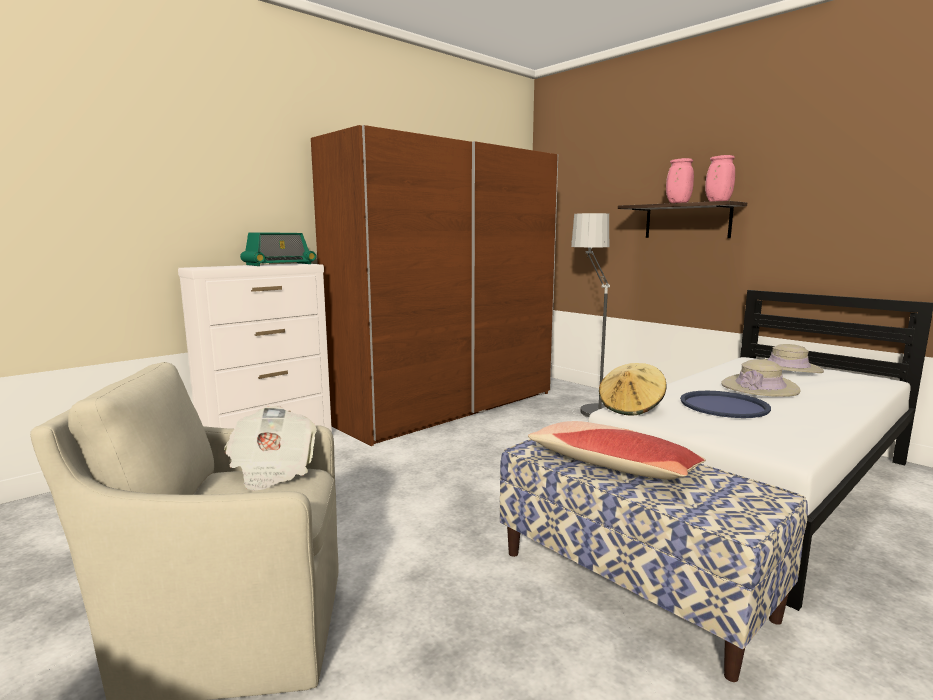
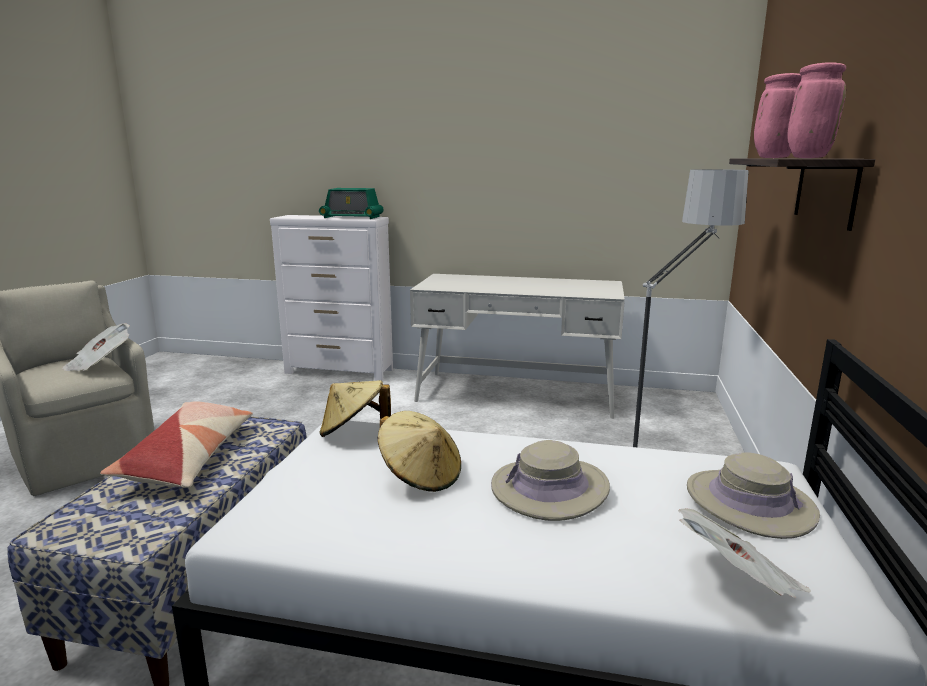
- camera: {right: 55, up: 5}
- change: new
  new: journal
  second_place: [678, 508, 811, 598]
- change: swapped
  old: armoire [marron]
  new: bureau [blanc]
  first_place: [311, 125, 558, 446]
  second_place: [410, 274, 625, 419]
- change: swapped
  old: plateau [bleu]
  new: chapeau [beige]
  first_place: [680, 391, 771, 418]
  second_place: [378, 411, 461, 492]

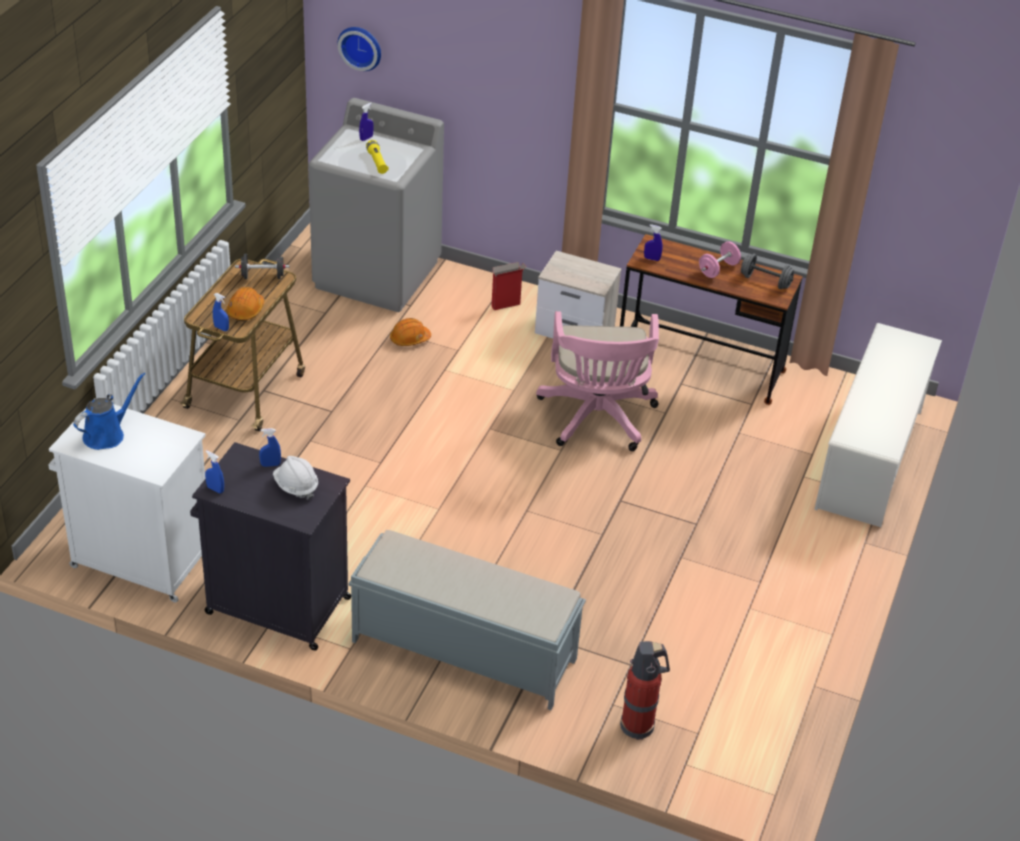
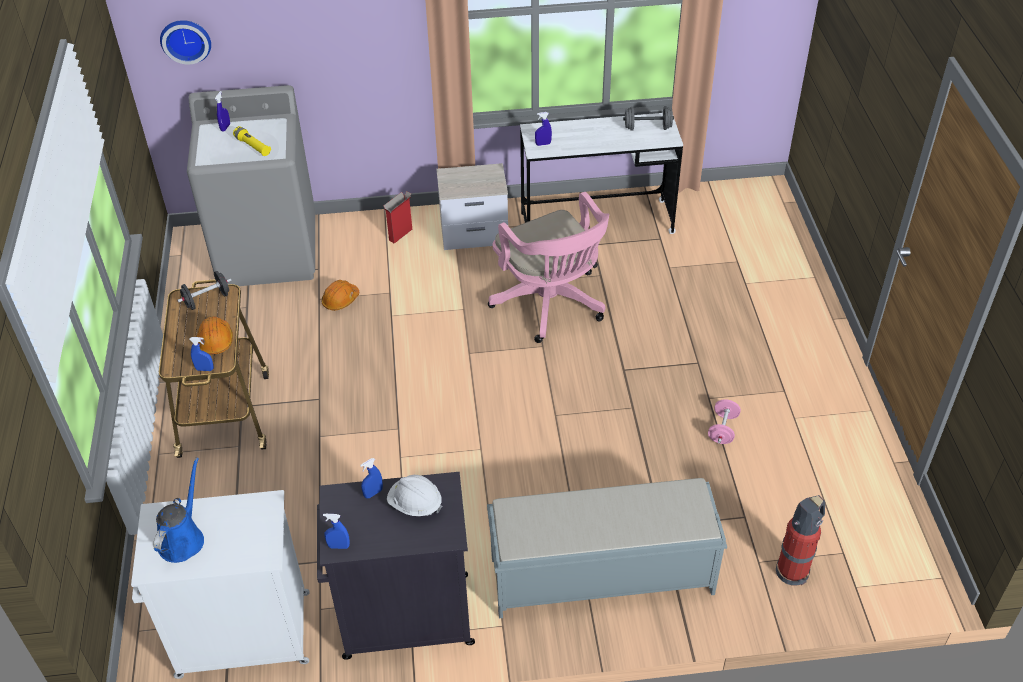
- camera: {right: -25, up: 5}
- change: gone
  old: étagère à chaussures [blanc]
  first_place: [814, 323, 942, 527]
- change: shifted
  old: haltère [rose]
  first_place: [699, 241, 741, 278]
  second_place: [708, 399, 741, 444]
- change: repainted
  old: bureau [marron]
  new: bureau [blanc]
  first_place: [620, 234, 803, 405]
  second_place: [520, 113, 683, 234]

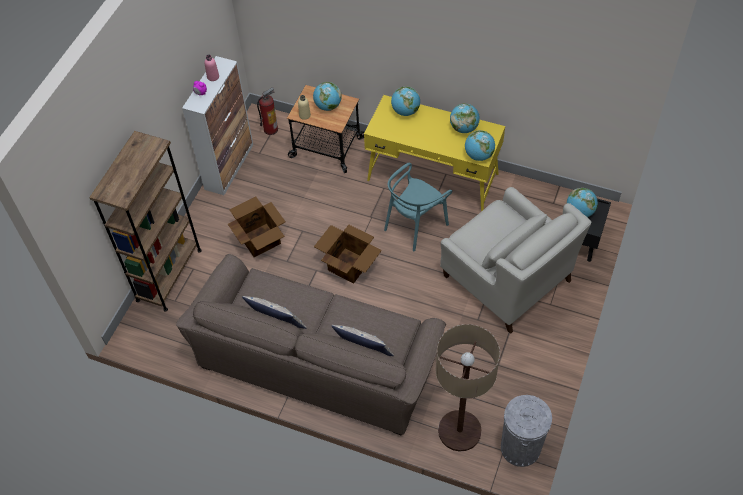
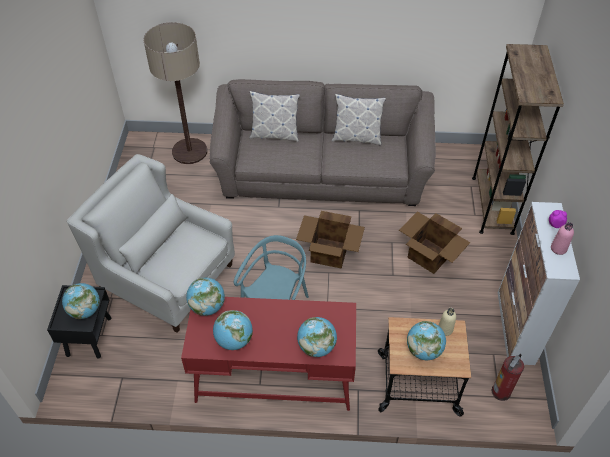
- camera: {right: 160, up: -5}
- change: gone
  old: poubelle [gris]
  first_place: [501, 395, 552, 467]
- change: repainted
  old: bureau [jaune]
  new: bureau [rouge]
  first_place: [364, 95, 505, 212]
  second_place: [181, 297, 356, 411]

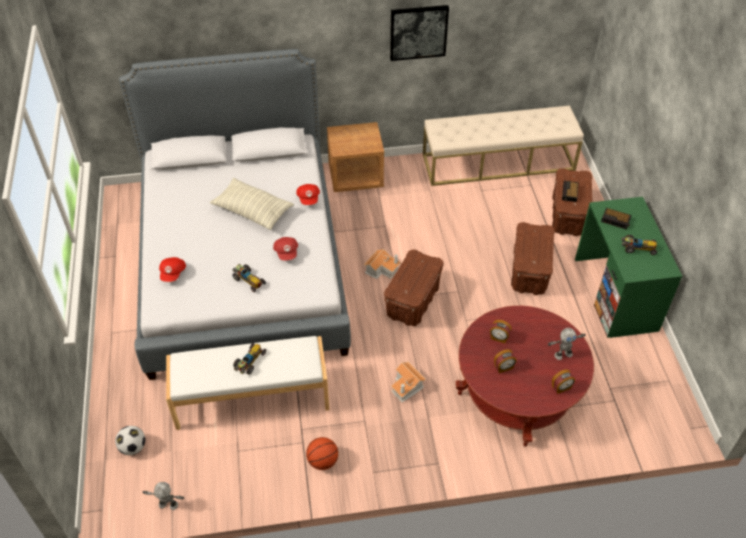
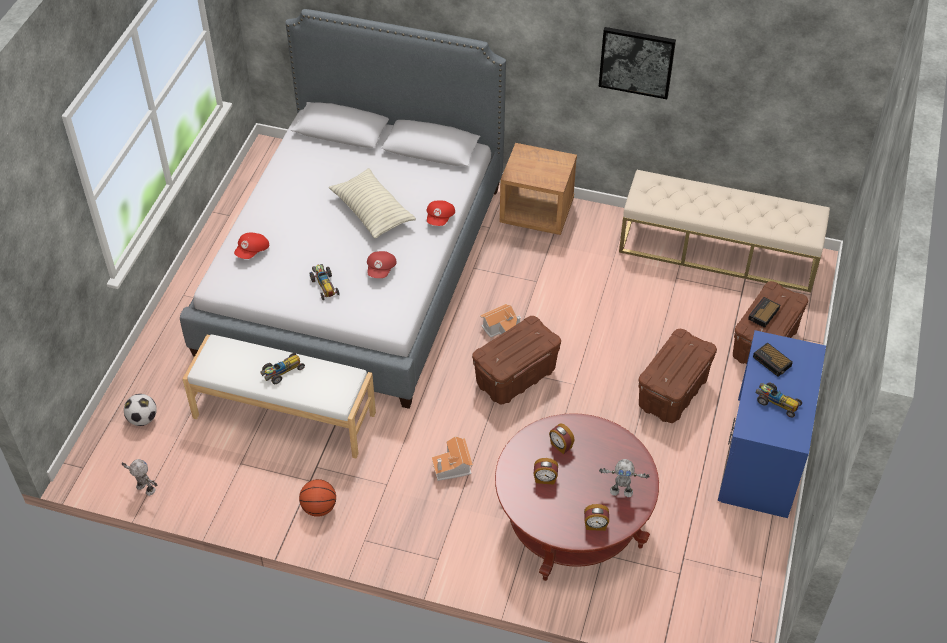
- camera: {right: 25, up: 0}
- change: repainted
  old: bureau [vert]
  new: bureau [bleu]
  first_place: [575, 197, 682, 338]
  second_place: [718, 330, 826, 518]

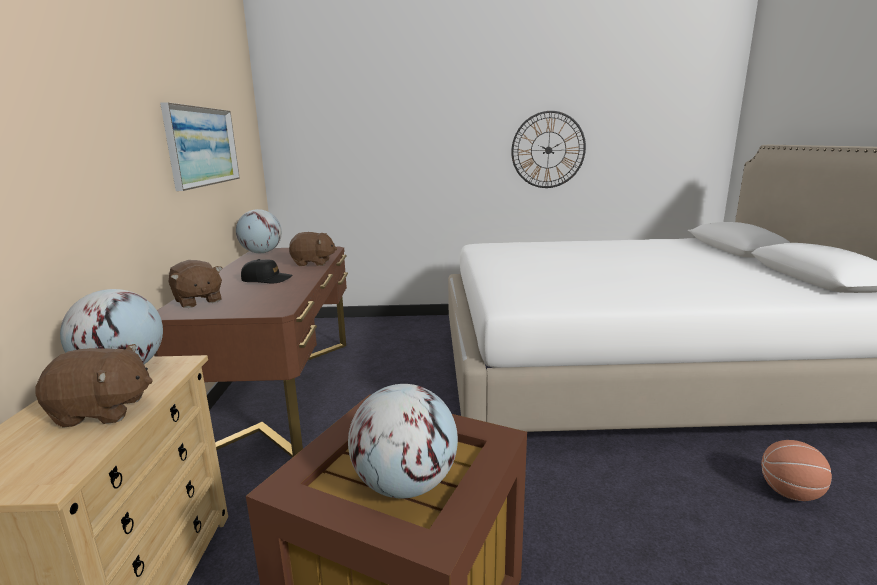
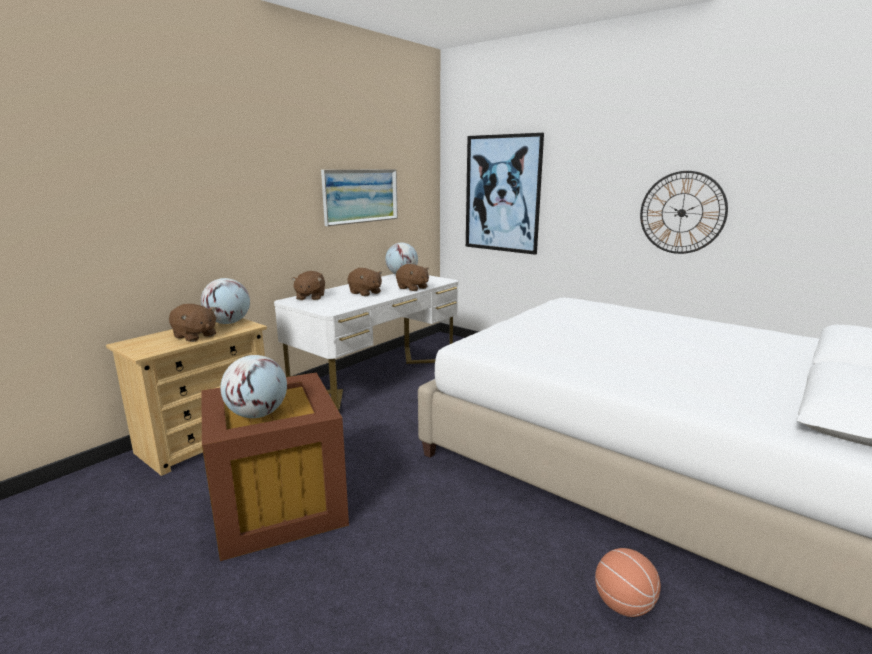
- camera: {right: 40, up: 0}
- change: new
  new: tableau
  second_place: [466, 133, 544, 255]
- change: swapped
  old: casquette [noir]
  new: peluche [marron]
  first_place: [241, 259, 293, 283]
  second_place: [348, 268, 382, 296]
- change: repainted
  old: bureau [marron]
  new: bureau [blanc]
  first_place: [154, 247, 348, 458]
  second_place: [274, 274, 458, 411]

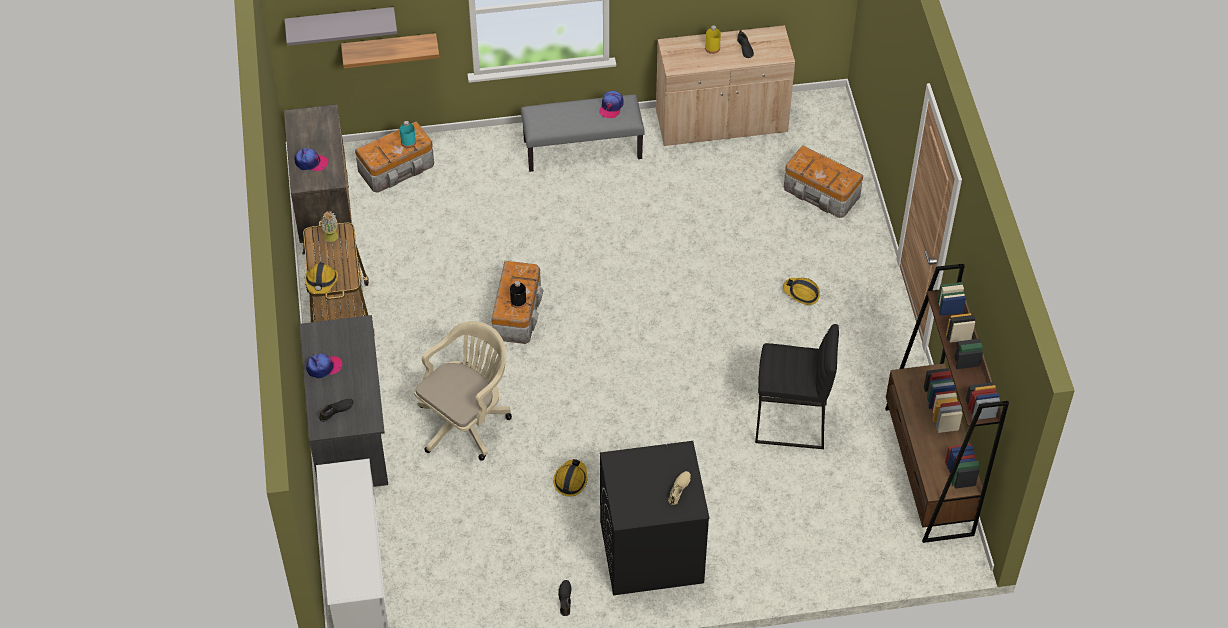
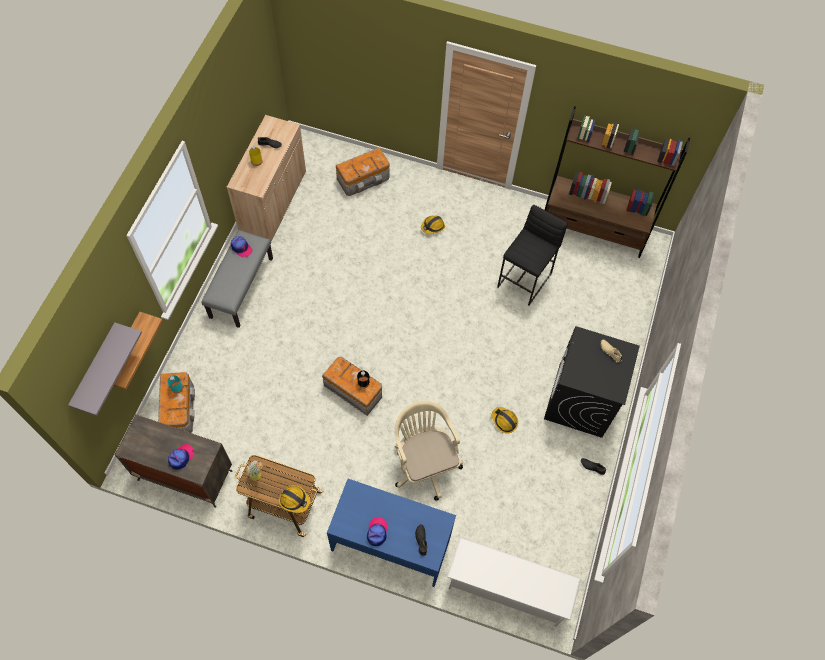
- camera: {right: -65, up: 10}
- change: repainted
  old: bureau [gris]
  new: bureau [bleu]
  first_place: [300, 315, 388, 487]
  second_place: [327, 479, 456, 587]

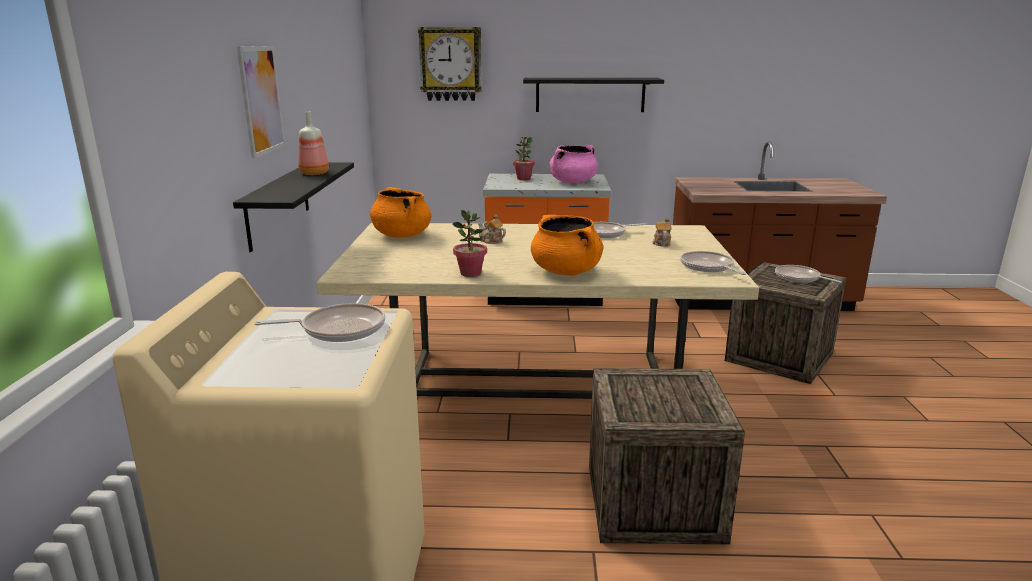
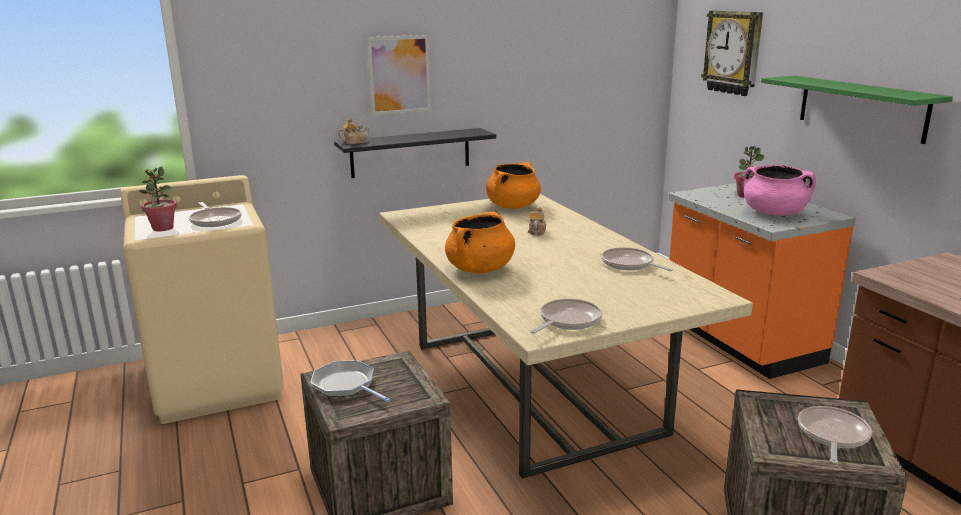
- camera: {right: 65, up: 0}
- change: gone
  old: bouteille
  first_place: [298, 112, 329, 175]
- change: new
  new: poêle
  second_place: [310, 360, 391, 402]
- change: shifted
  old: plante en pot
  first_place: [452, 210, 487, 277]
  second_place: [139, 167, 177, 231]
- change: shifted
  old: théière
  first_place: [652, 217, 671, 247]
  second_place: [338, 118, 370, 144]
- change: repainted
  old: étagère [noir]
  new: étagère [vert]
  first_place: [523, 78, 664, 112]
  second_place: [761, 76, 953, 144]

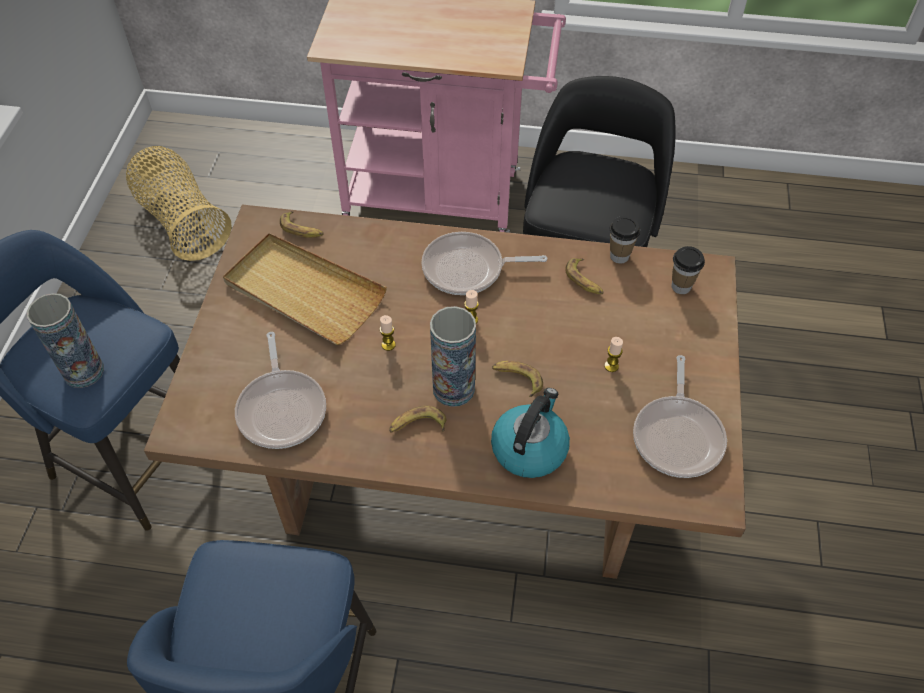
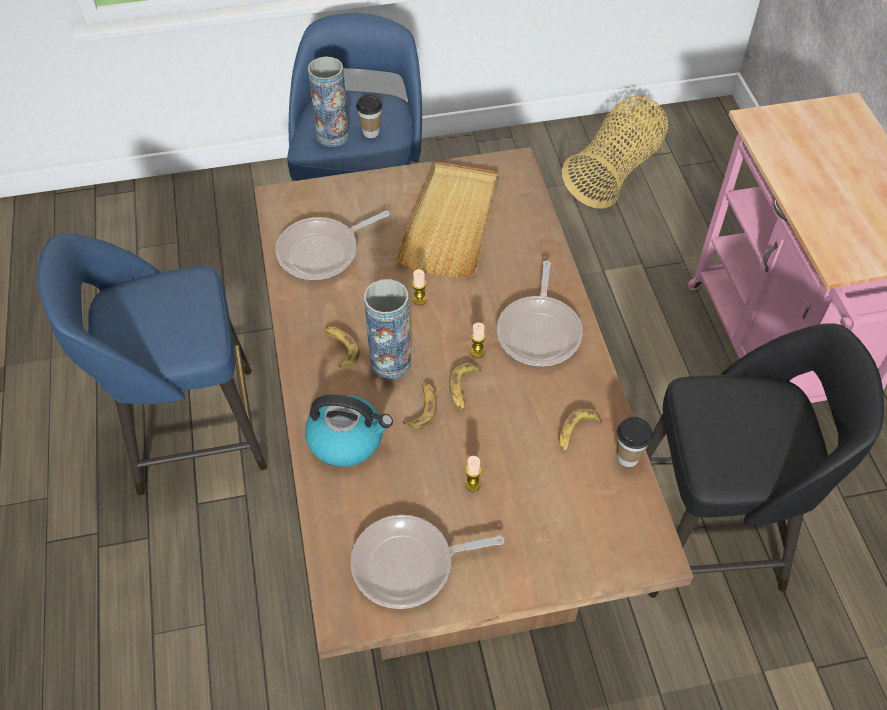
- camera: {right: 70, up: 0}
- change: shifted
  old: banane
  first_place: [280, 211, 324, 238]
  second_place: [449, 363, 482, 411]
- change: shifted
  old: tasse
  first_place: [672, 246, 705, 294]
  second_place: [356, 95, 382, 138]
- change: rotated
  old: poêle
  first_place: [421, 232, 547, 295]
  second_place: [497, 261, 583, 366]
  degrees: -150

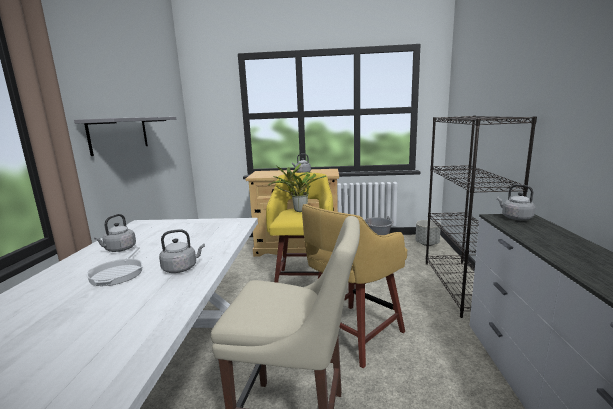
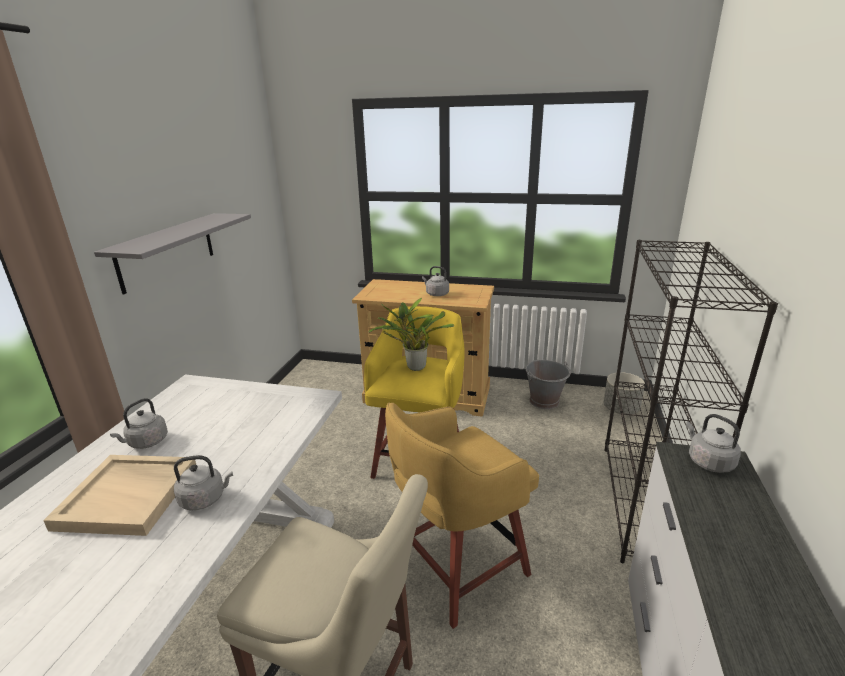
- camera: {right: 10, up: 10}
- change: swapped
  old: poêle
  new: plateau [beige]
  first_place: [87, 247, 143, 286]
  second_place: [43, 455, 196, 536]

